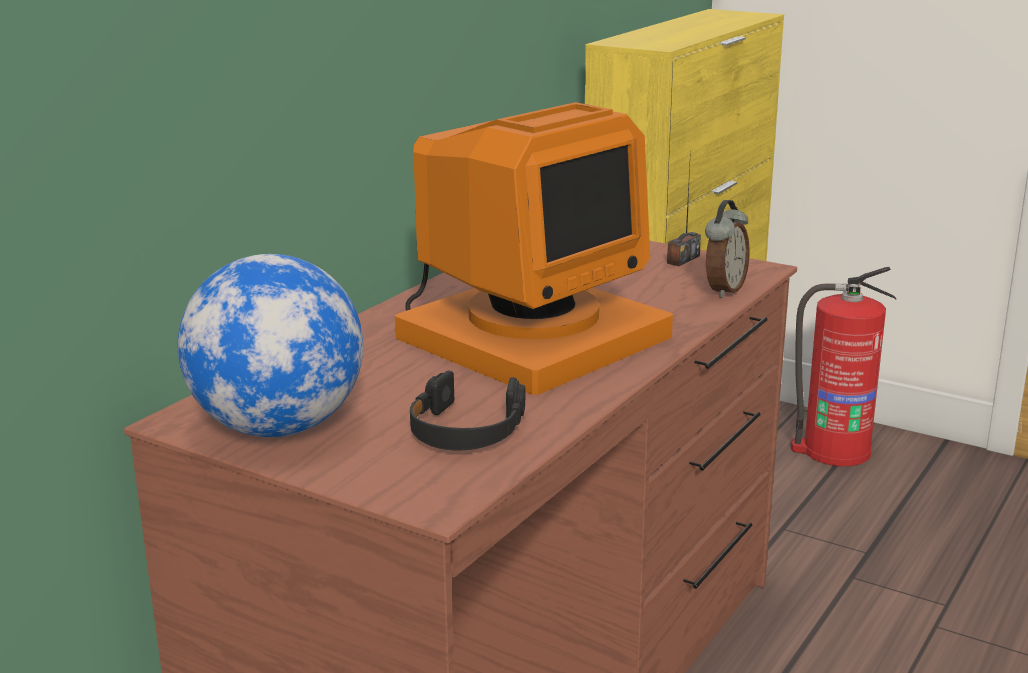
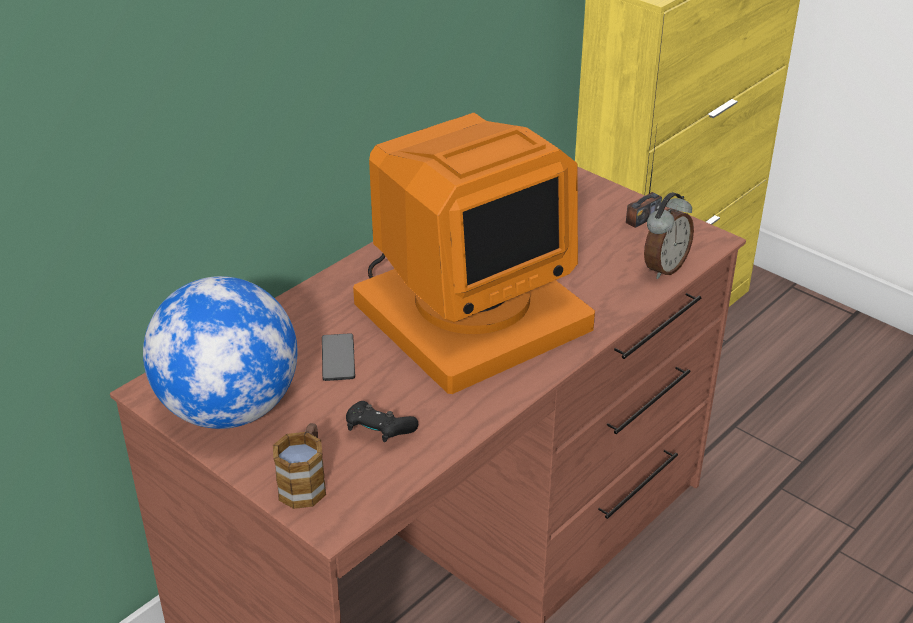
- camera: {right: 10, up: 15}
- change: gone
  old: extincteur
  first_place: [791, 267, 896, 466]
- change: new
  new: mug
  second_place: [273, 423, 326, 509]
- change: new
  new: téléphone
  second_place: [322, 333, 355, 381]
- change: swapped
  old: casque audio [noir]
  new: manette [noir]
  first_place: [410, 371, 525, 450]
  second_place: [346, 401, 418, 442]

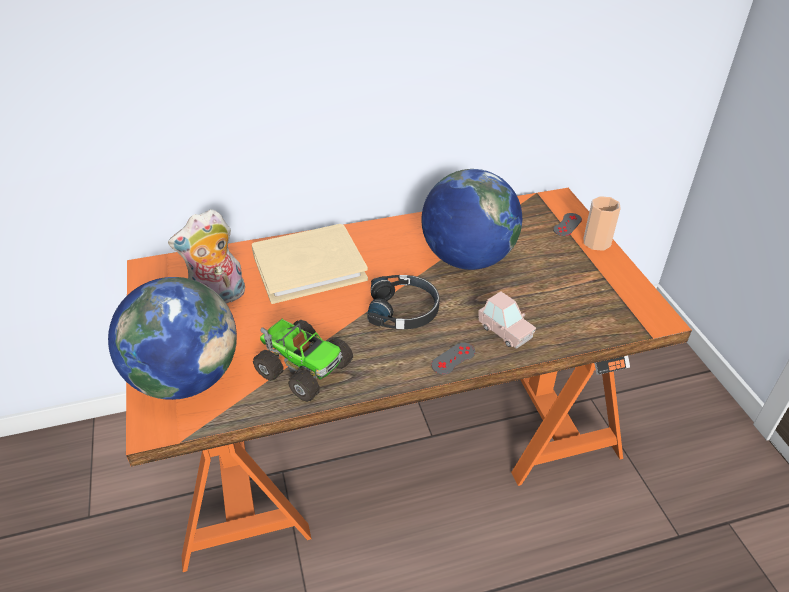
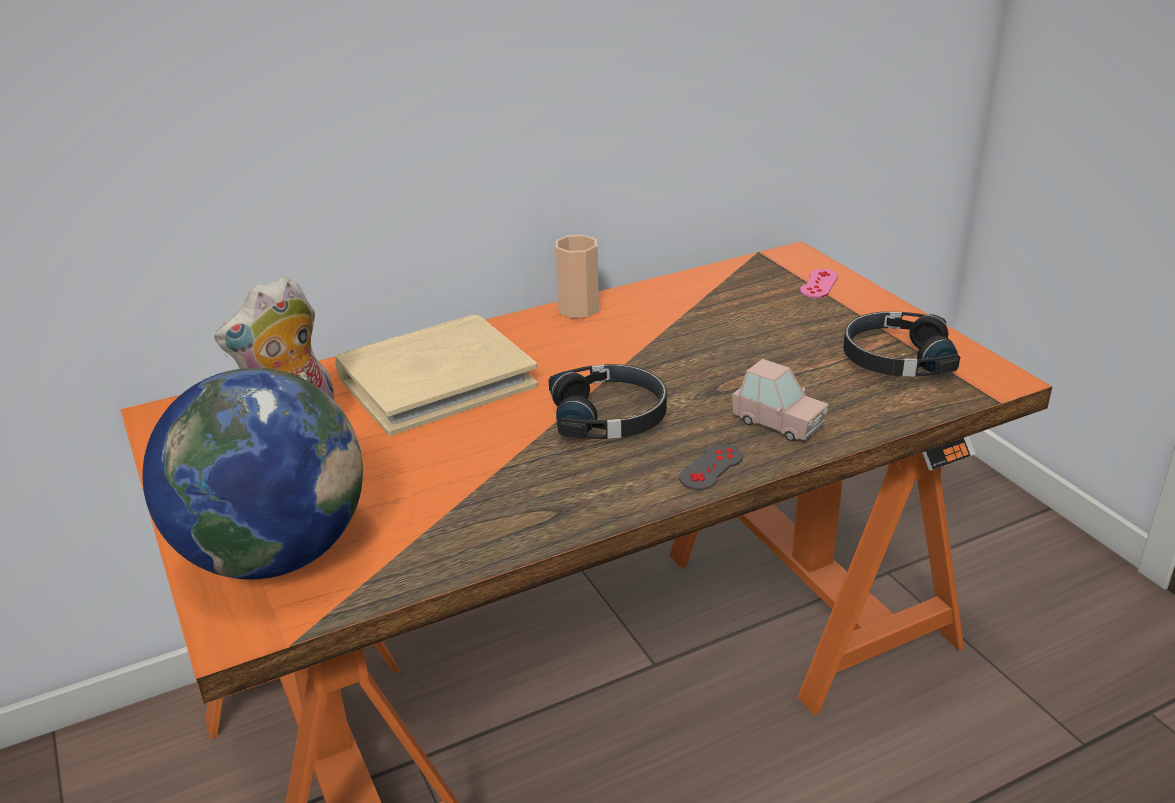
- camera: {right: -10, up: -10}
- change: gone
  old: camion jouet
  first_place: [253, 319, 353, 402]
- change: gone
  old: globe
  first_place: [422, 169, 522, 270]
- change: new
  new: casque audio [noir]
  second_place: [843, 312, 960, 377]
- change: shifted
  old: tasse
  first_place: [583, 196, 621, 251]
  second_place: [555, 235, 599, 318]
- change: repainted
  old: manette [gris]
  new: manette [rose]
  first_place: [553, 213, 582, 236]
  second_place: [800, 269, 838, 298]

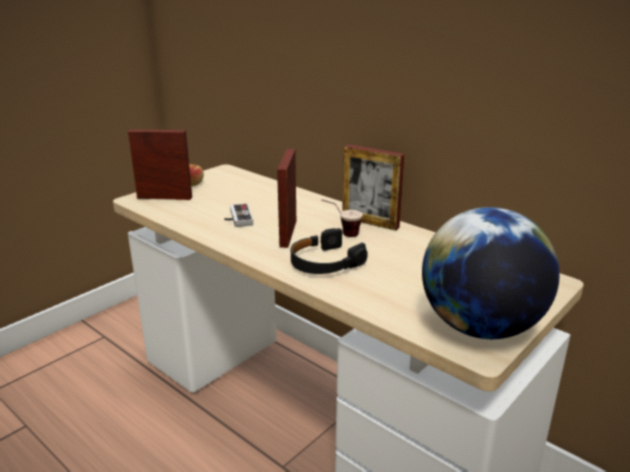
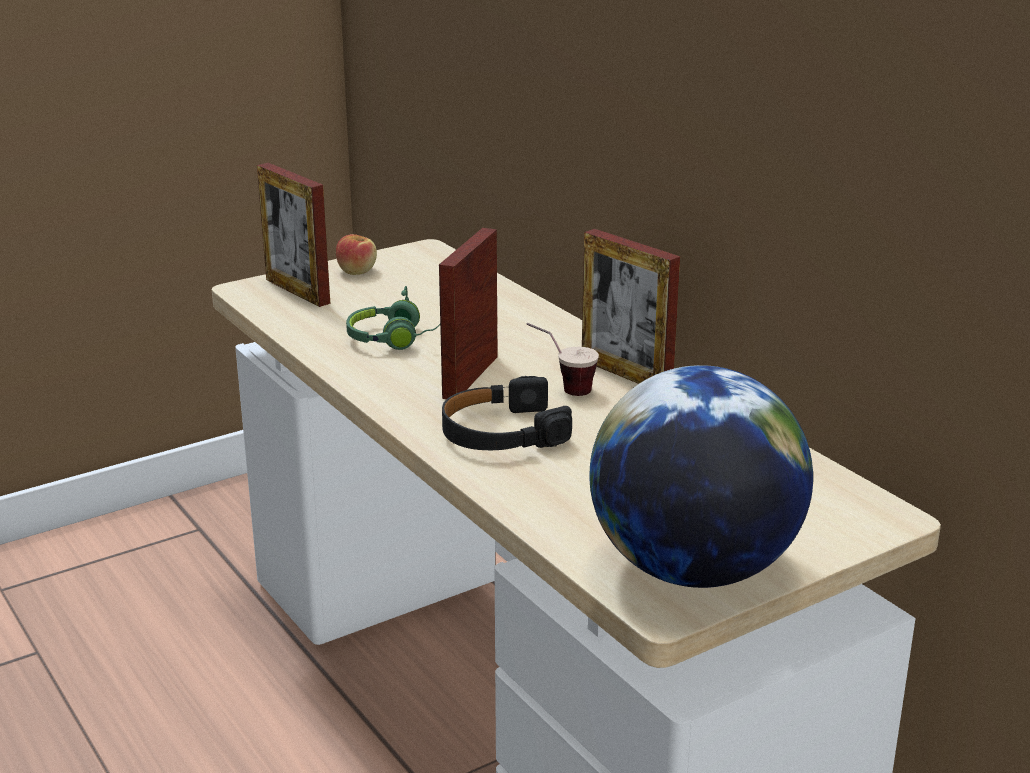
- camera: {right: 15, up: 0}
- change: swapped
  old: manette
  new: casque audio [vert]
  first_place: [224, 204, 253, 227]
  second_place: [346, 286, 440, 350]
- change: rotated
  old: cadre photo
  first_place: [128, 129, 192, 200]
  second_place: [257, 163, 330, 307]
  degrees: -150

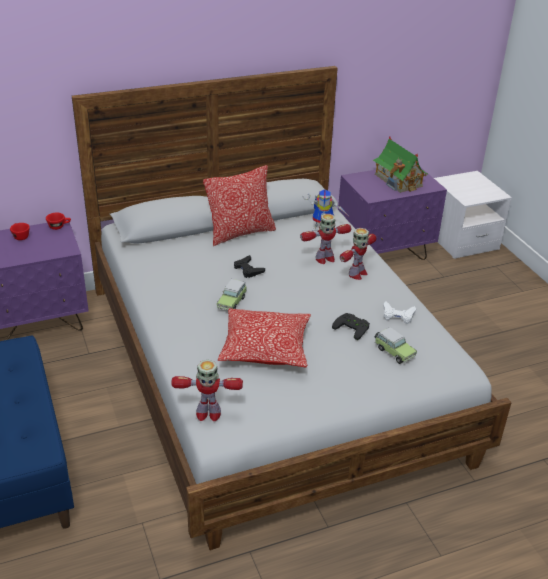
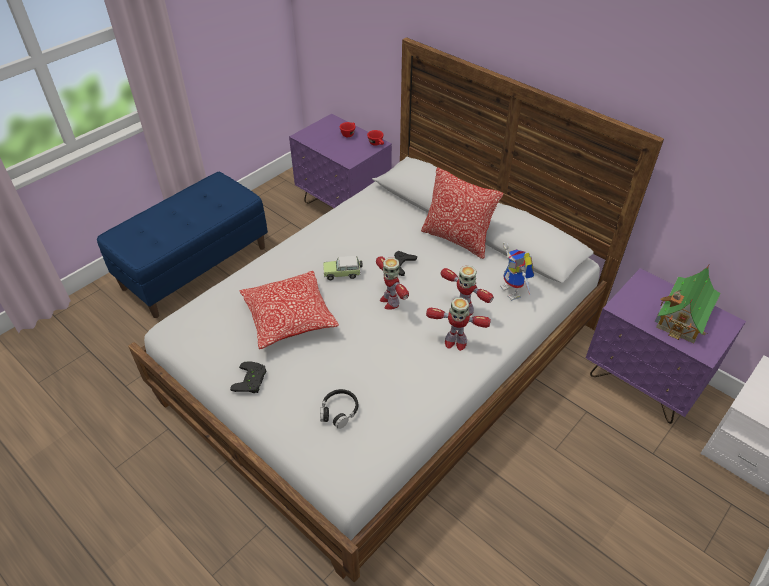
- camera: {right: 65, up: 10}
- change: gone
  old: manette [blanc]
  first_place: [383, 302, 416, 324]
- change: shifted
  old: robot jouet
  first_place: [171, 360, 243, 421]
  second_place: [376, 256, 409, 310]
- change: shifted
  old: manette [noir]
  first_place: [332, 313, 370, 340]
  second_place: [230, 361, 266, 394]
- change: swapped
  old: petite voiture
  new: casque audio [noir]
  first_place: [375, 327, 417, 364]
  second_place: [320, 389, 358, 429]

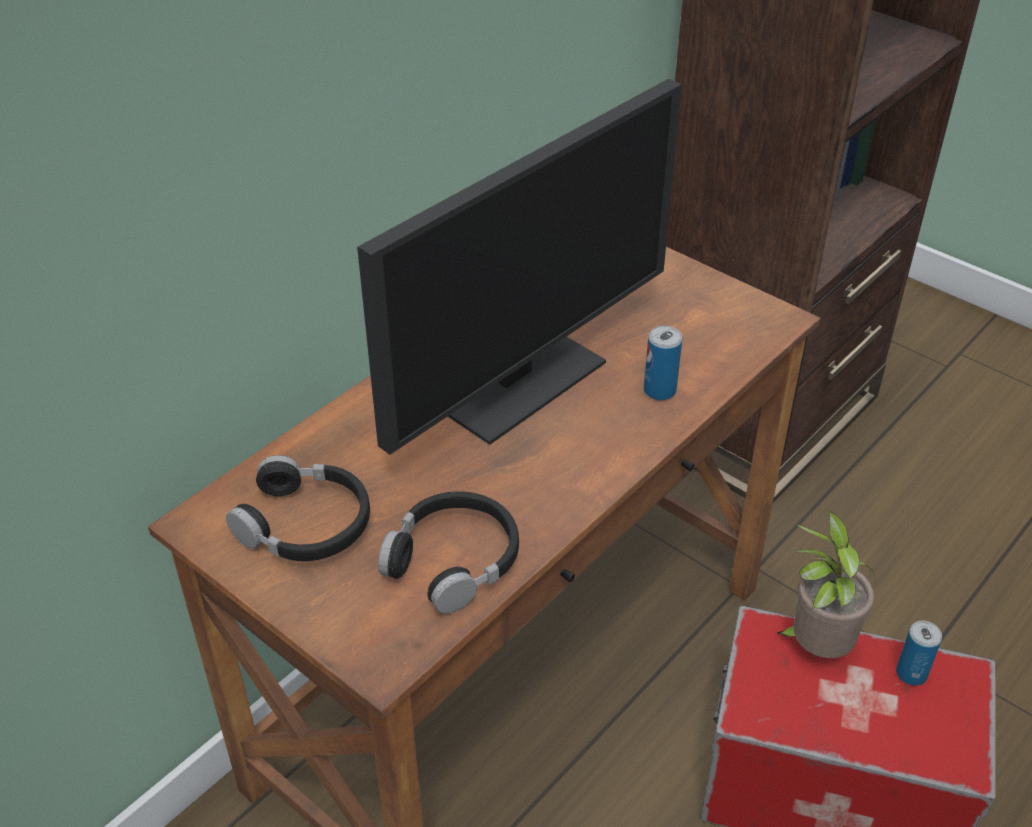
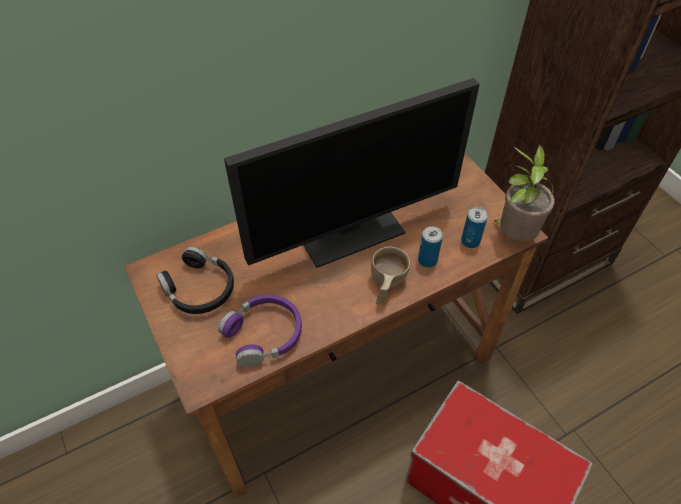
- camera: {right: 20, up: 10}
- change: new
  new: tasse [beige]
  second_place: [371, 247, 410, 304]
- change: shifted
  old: plante en pot
  first_place: [777, 511, 875, 658]
  second_place: [495, 144, 554, 241]
- change: shifted
  old: boîte métallique
  first_place: [896, 621, 942, 686]
  second_place: [461, 207, 488, 248]
- change: repainted
  old: casque audio [noir]
  new: casque audio [violet]
  first_place: [378, 491, 519, 614]
  second_place: [218, 295, 302, 367]

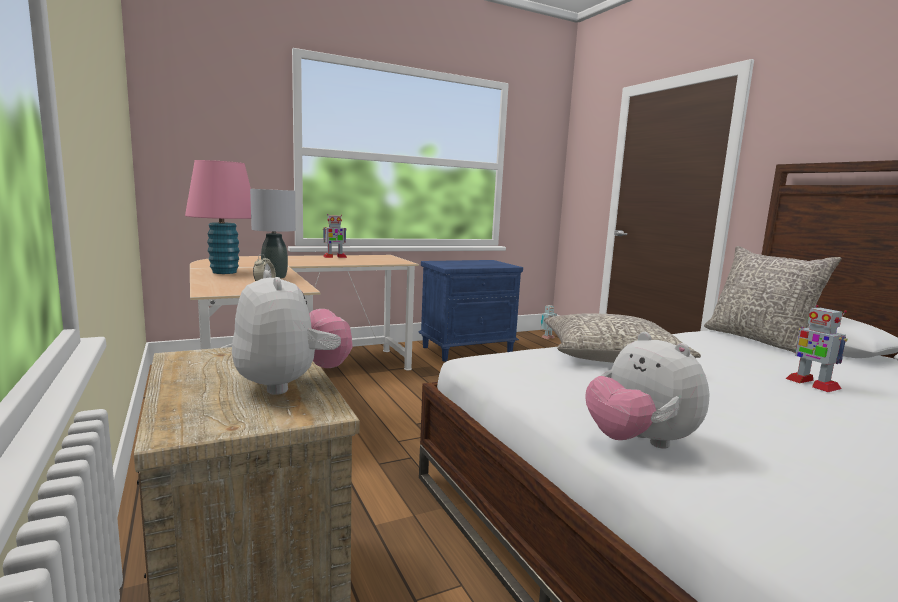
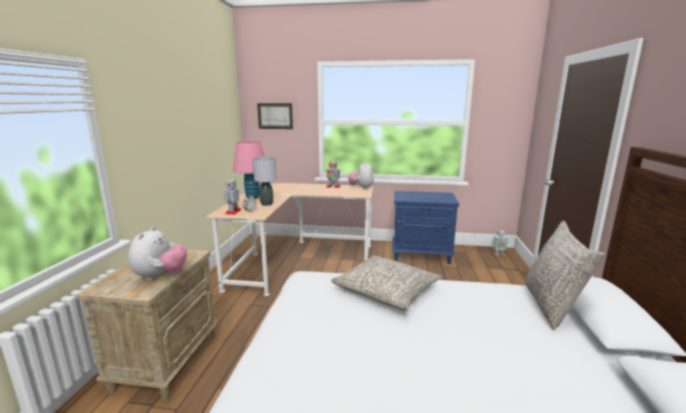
- camera: {right: 35, up: 5}
- change: new
  new: tableau
  second_place: [257, 103, 293, 129]
- change: shifted
  old: peluche
  first_place: [585, 332, 709, 449]
  second_place: [348, 162, 374, 190]
- change: shifted
  old: robot jouet
  first_place: [786, 305, 847, 392]
  second_place: [224, 179, 241, 215]

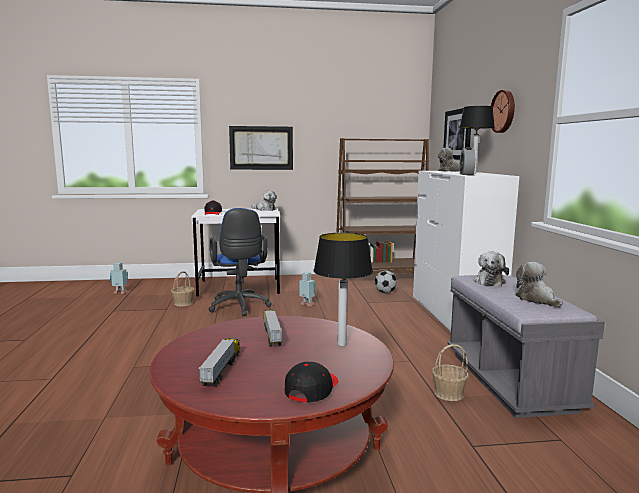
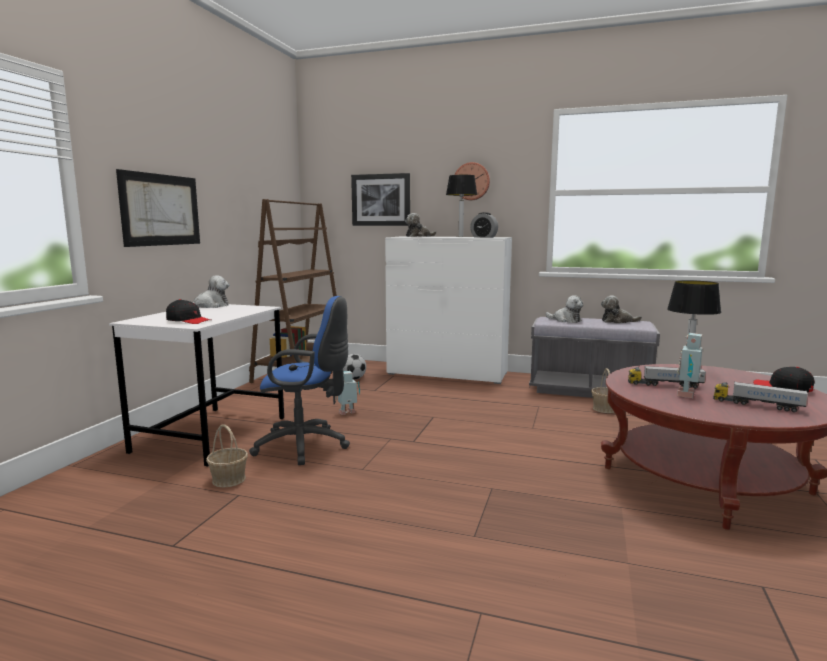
- camera: {right: -65, up: 0}
- change: shifted
  old: robot jouet
  first_place: [110, 262, 128, 294]
  second_place: [677, 333, 704, 398]

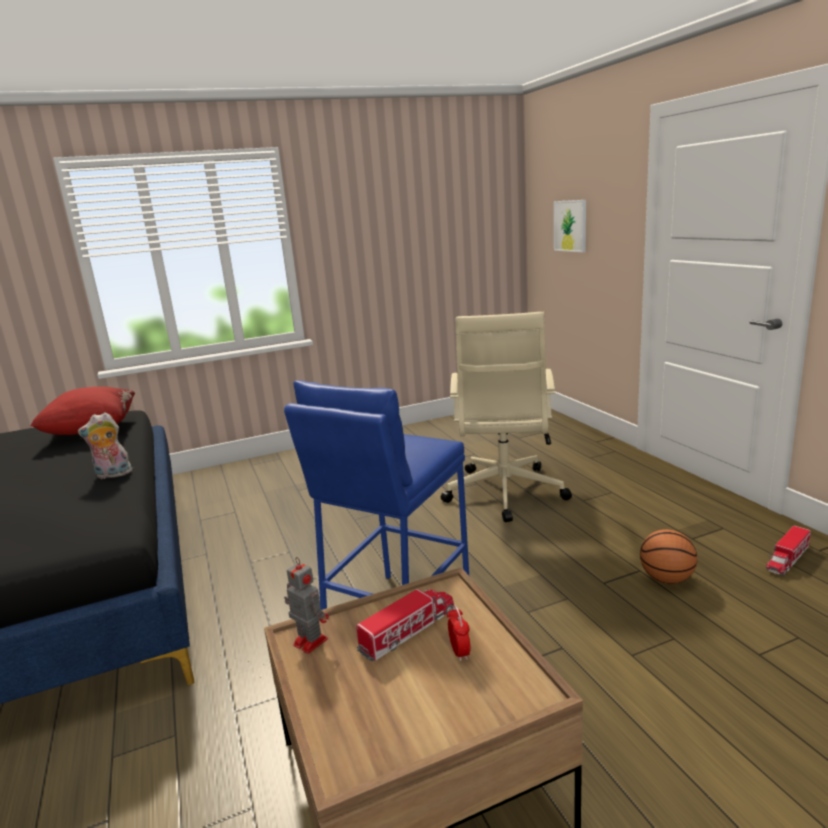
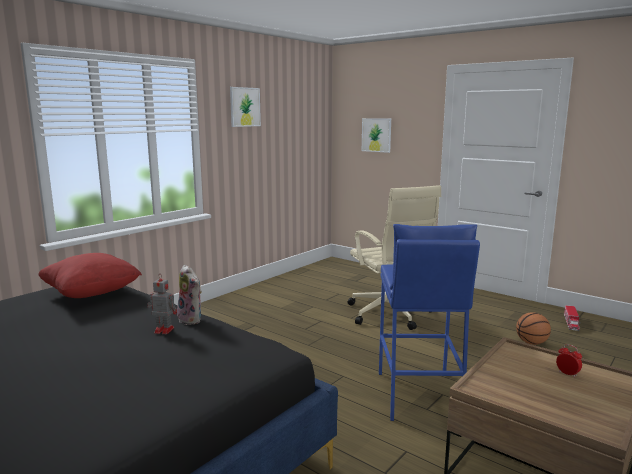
- camera: {right: -30, up: -5}
- change: gone
  old: camion jouet
  first_place: [356, 589, 454, 662]
- change: new
  new: tableau
  second_place: [230, 87, 261, 127]
- change: shifted
  old: robot jouet
  first_place: [284, 557, 329, 654]
  second_place: [147, 275, 177, 334]
- change: rotated
  old: peluche
  first_place: [78, 413, 132, 479]
  second_place: [177, 265, 202, 325]
  degrees: -90

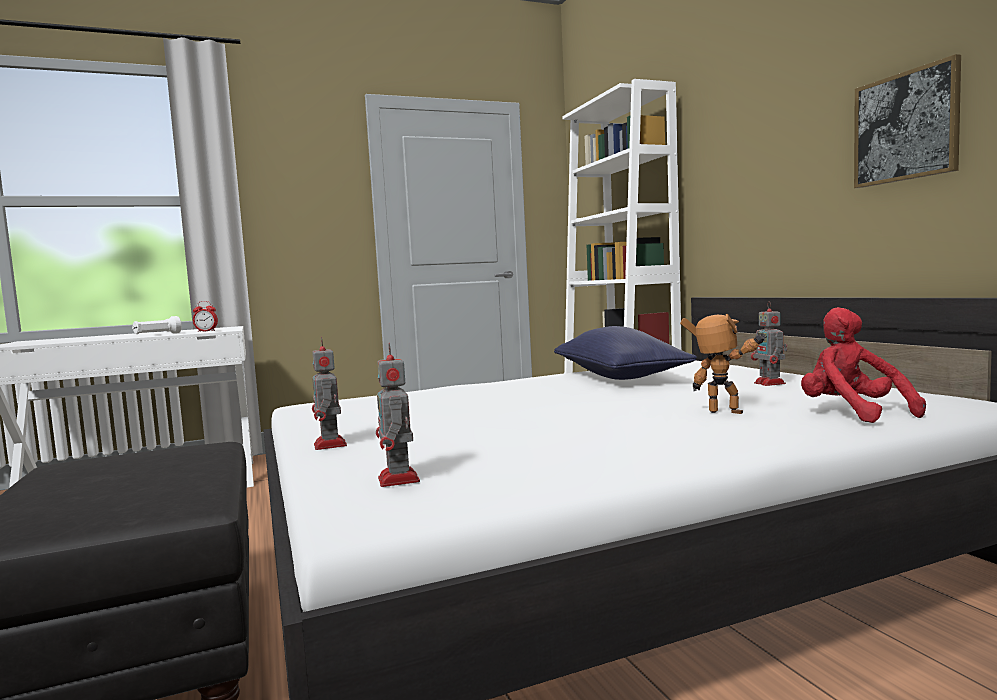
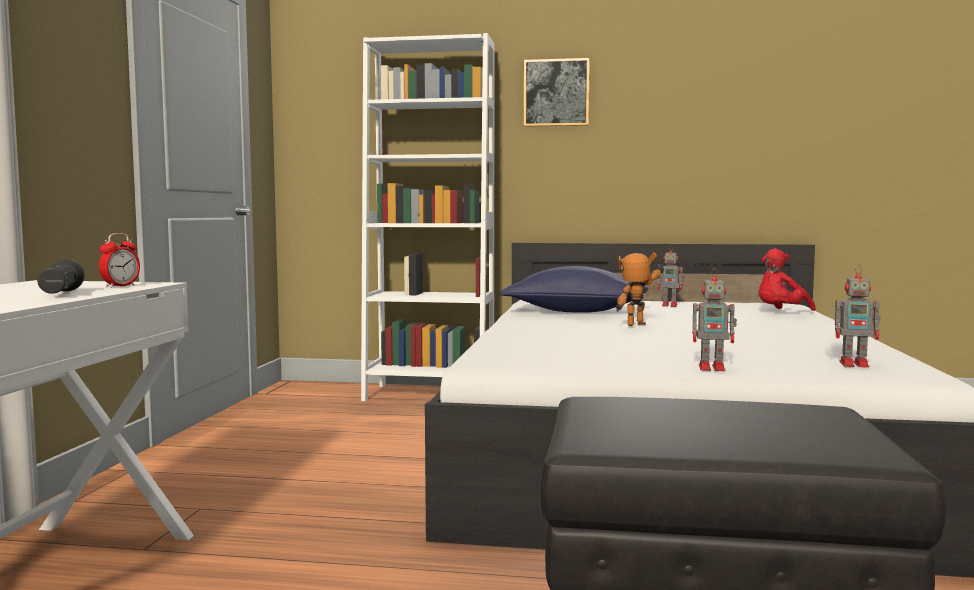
- camera: {right: -60, up: 0}
- change: shifted
  old: robot jouet
  first_place: [680, 314, 767, 414]
  second_place: [616, 252, 664, 326]
- change: shifted
  old: tableau
  first_place: [854, 54, 961, 188]
  second_place: [524, 58, 590, 127]
- change: repainted
  old: lampe de poche [blanc]
  new: lampe de poche [noir]
  first_place: [132, 316, 182, 334]
  second_place: [37, 259, 85, 294]
- change: rotated
  old: peluche [rouge]
  first_place: [801, 307, 926, 423]
  second_place: [759, 249, 816, 311]
  degrees: -45

